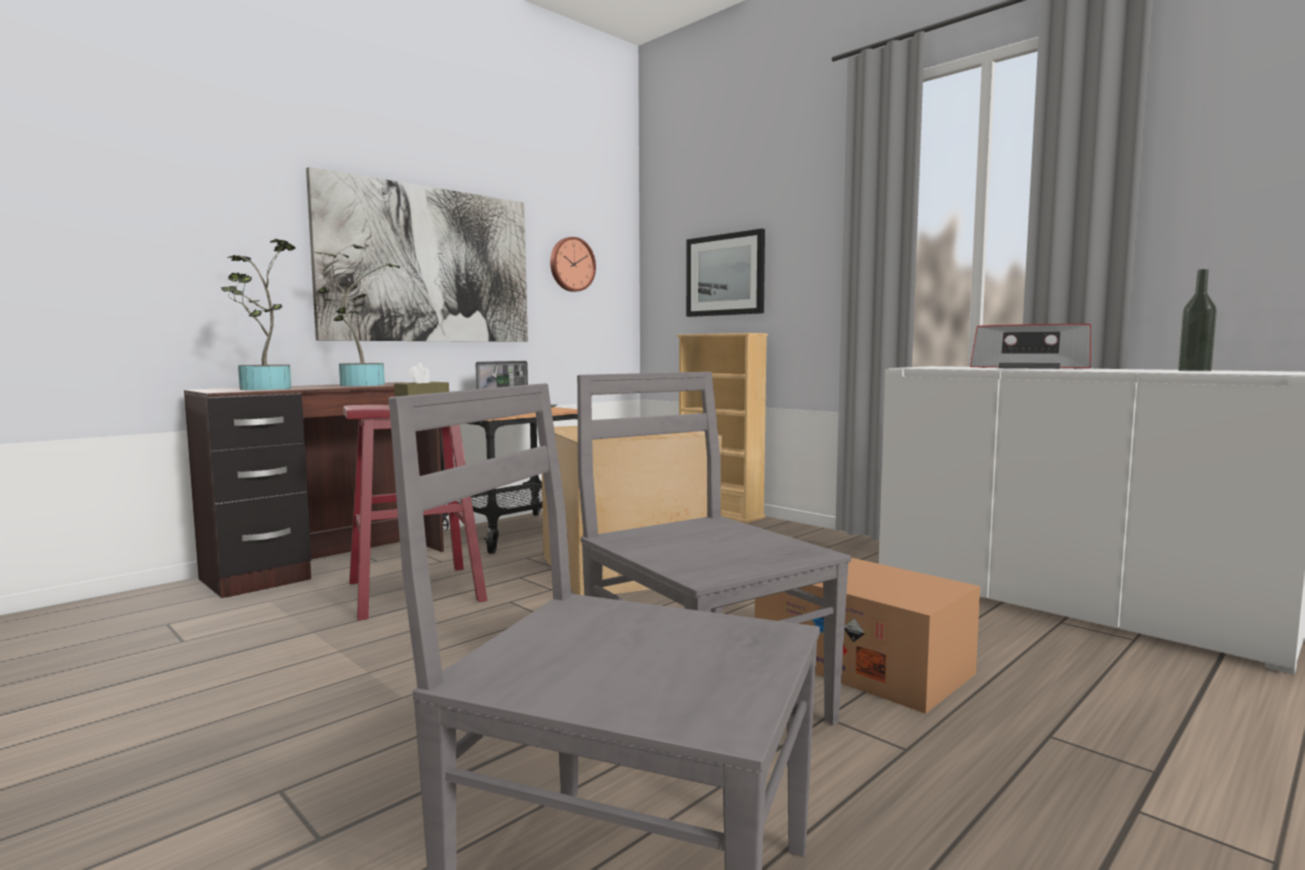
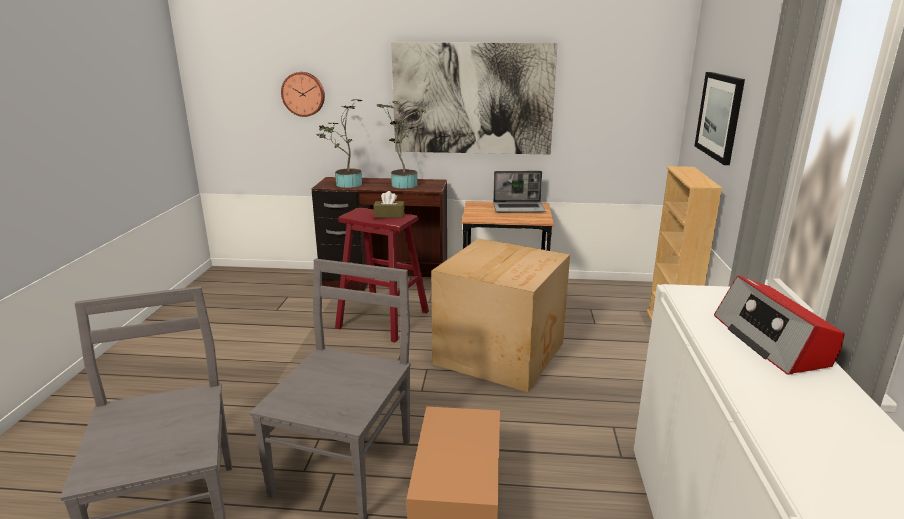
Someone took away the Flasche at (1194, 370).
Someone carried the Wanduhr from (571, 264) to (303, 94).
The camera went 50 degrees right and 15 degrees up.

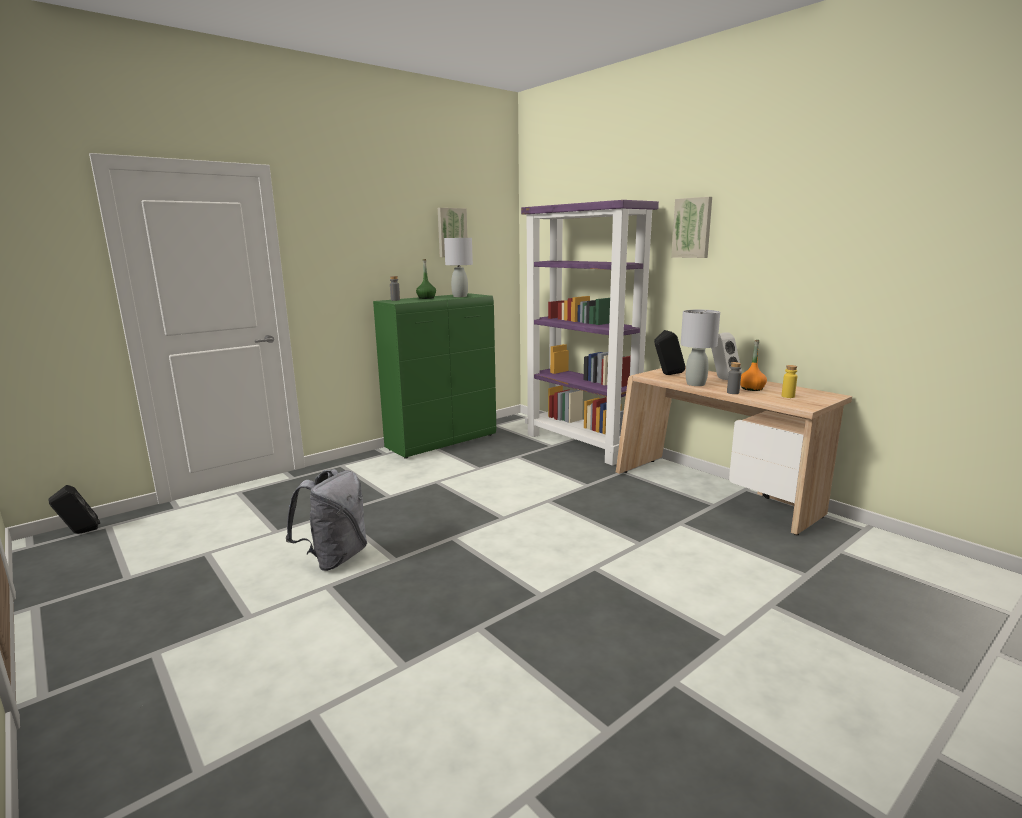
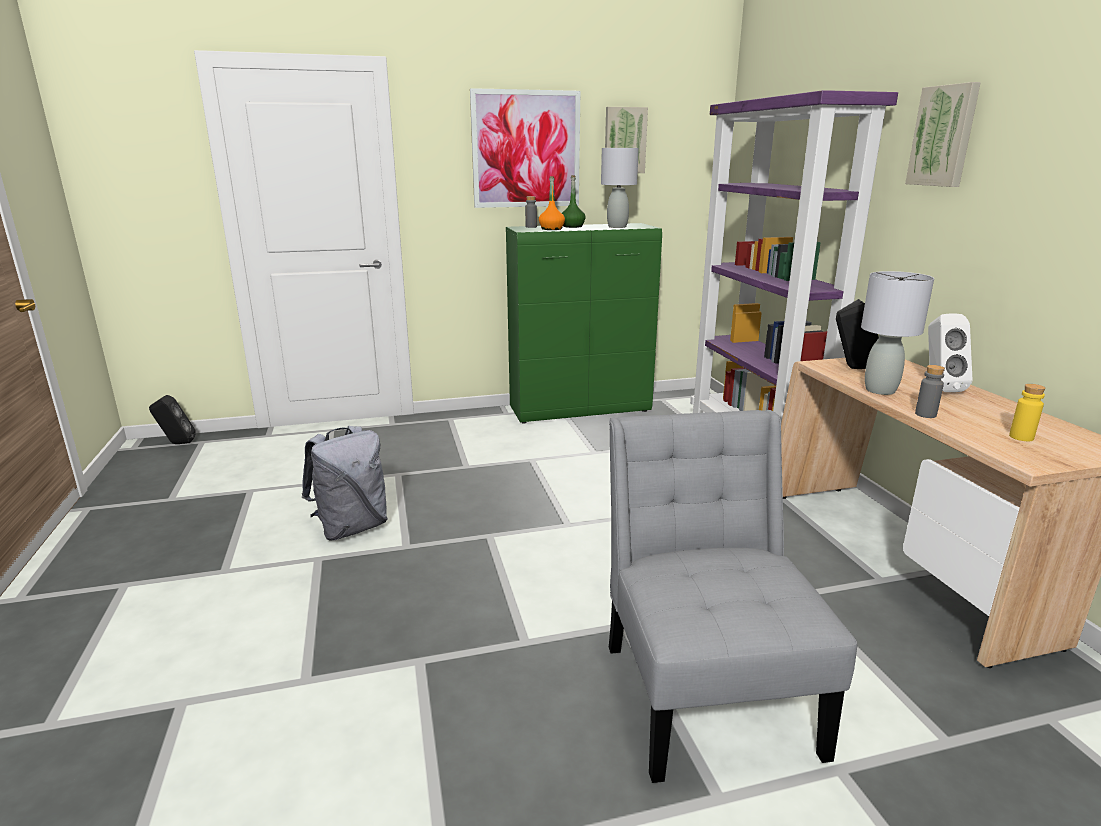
Someone put up the Bild at (526, 149).
Someone put down the Stuhl [grau] at (705, 688).
Someone carried the Flasche [orange] from (751, 388) to (551, 229).
The camera went 25 degrees right and 5 degrees up.

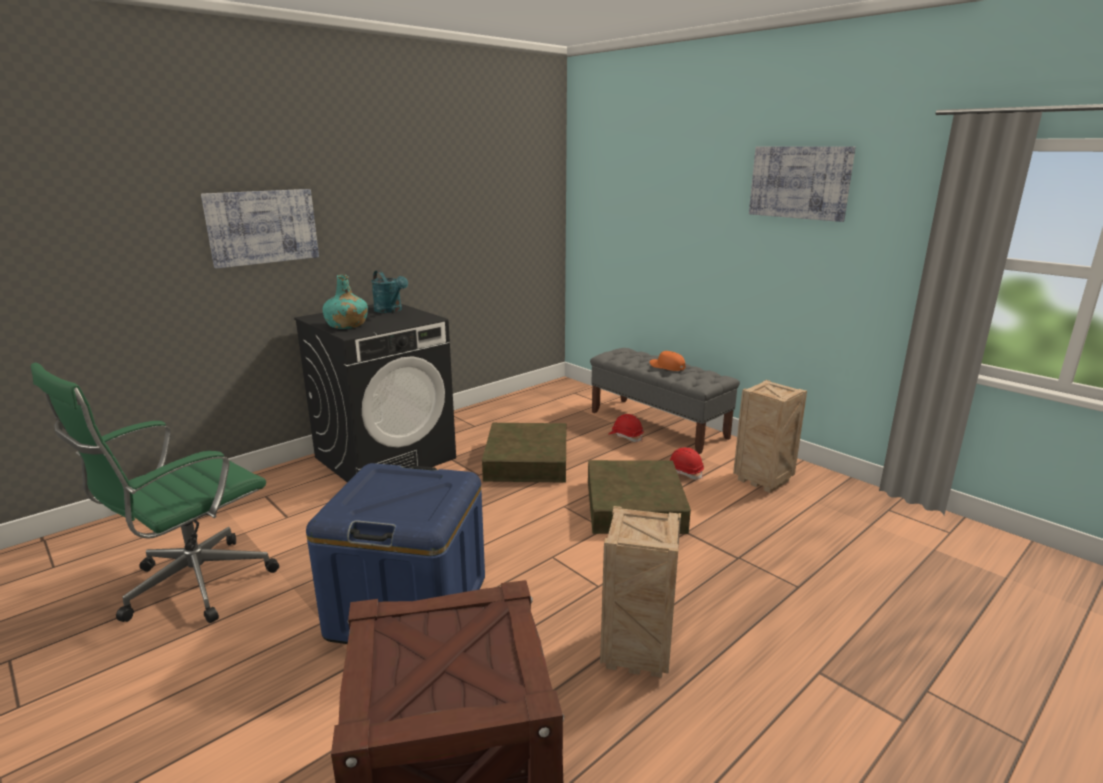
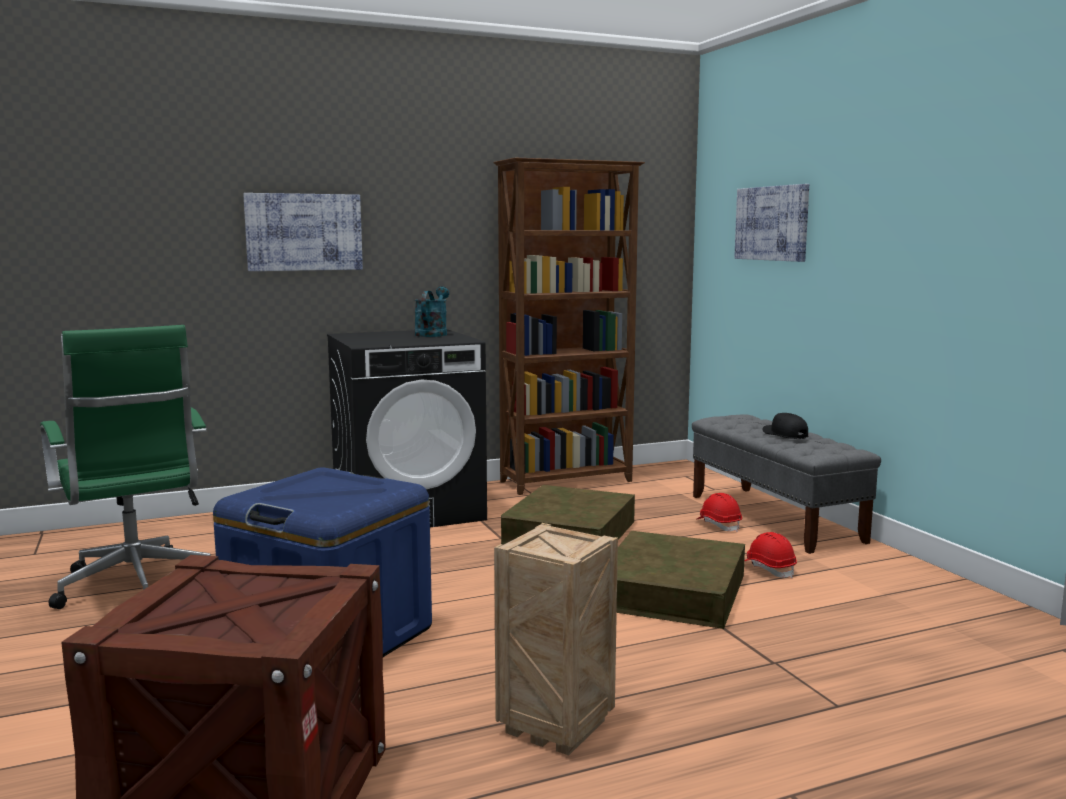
Someone took away the Flasche [türkis] at (346, 325).
Someone took away the Kiste at (761, 480).
Someone put down the Bücherregal [braun] at (567, 481).
Someone carried the Bild from (799, 182) to (772, 223).
Someone repainted the Kappe [orange] at (667, 366), which became the Kappe [schwarz] at (784, 434).
Someone rotated the Bürostuhl [grün] at (191, 587) by 90 degrees counterclockwise.
Someone rotated the Gießkanne [türkis] at (390, 310) by 150 degrees counterclockwise.
The camera went 20 degrees right and 10 degrees down.

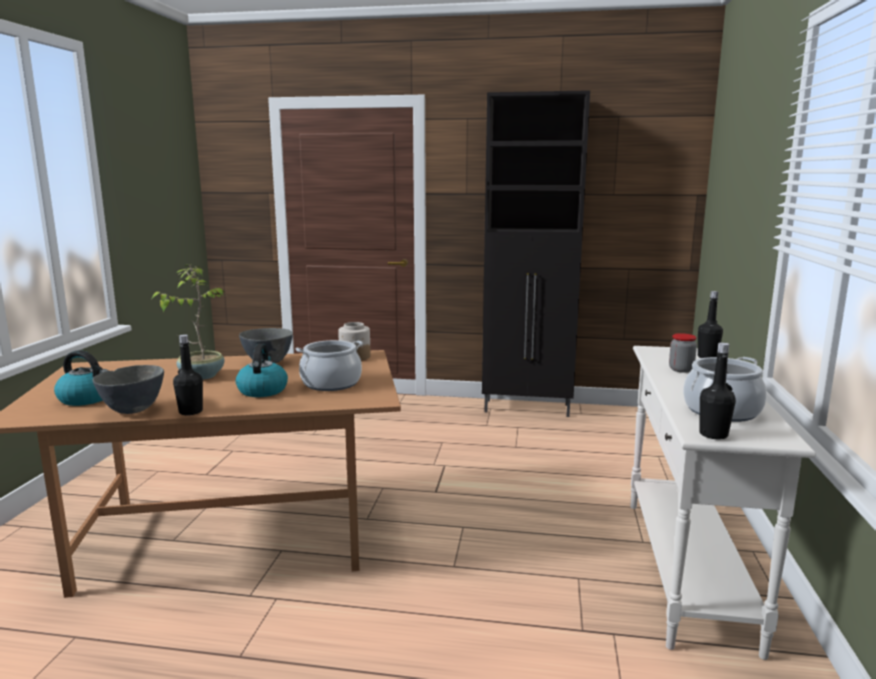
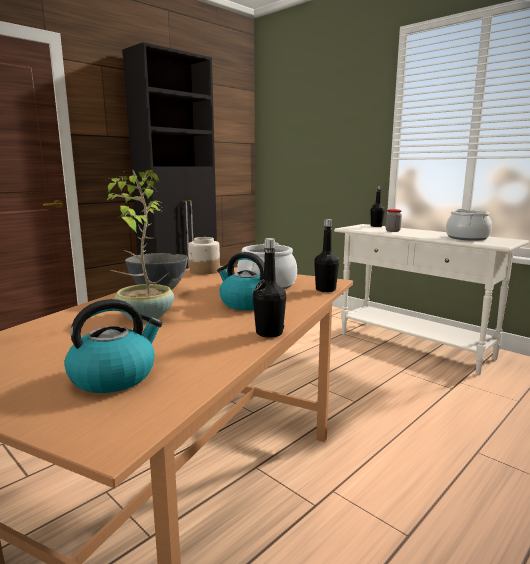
Someone took away the Schüssel [grau] at (132, 411).
Someone carried the Flasche [schwarz] from (713, 434) to (325, 290).
The camera went 55 degrees left and 0 degrees up.

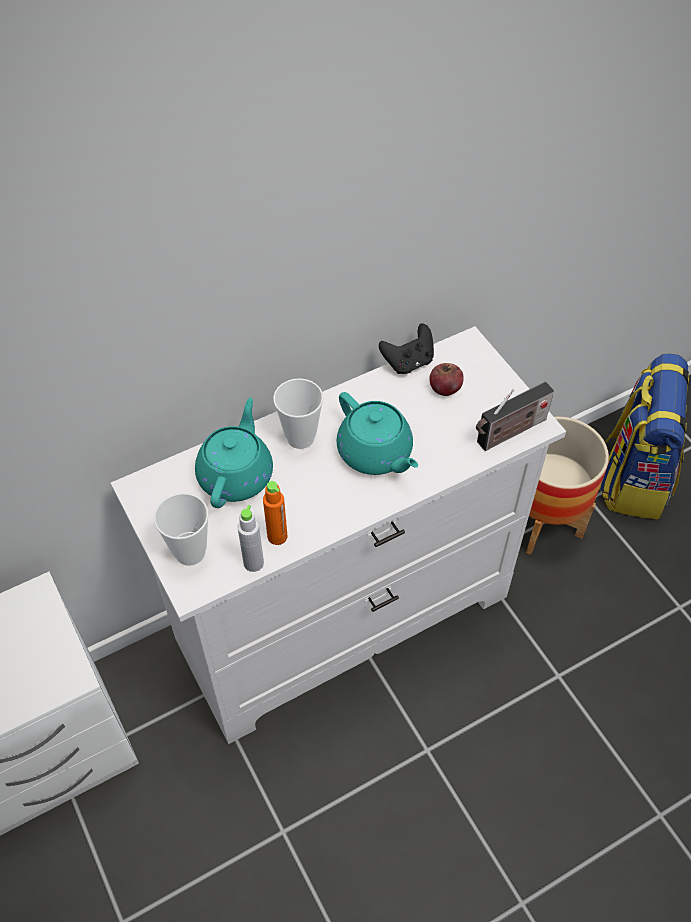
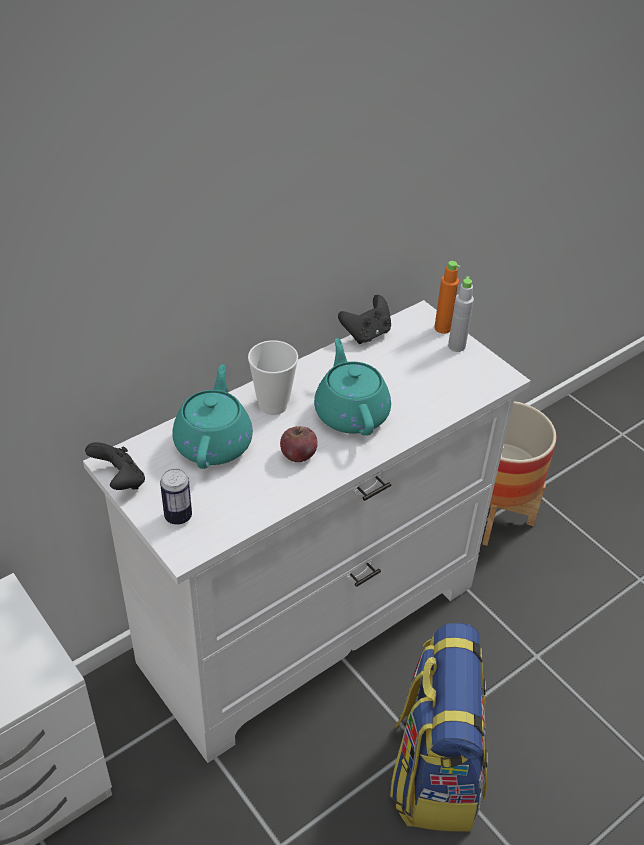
Someone took away the Radio at (509, 433).
Someone put down the Gamepad [schwarz] at (120, 481).
Someone carried the Flasche [grau] from (253, 563) to (456, 346).
Someone carried the Flasche [orange] from (277, 536) to (442, 328).
Someone carried the Apfel from (445, 388) to (298, 455).
Someone carried the Rucksack from (632, 477) to (434, 770).
Someone swapped the Tasse at (190, 552) for the Dose at (178, 516).
Someone rotated the Teekanne [türkis] at (375, 453) by 150 degrees counterclockwise.
The camera went 10 degrees left and 10 degrees down.

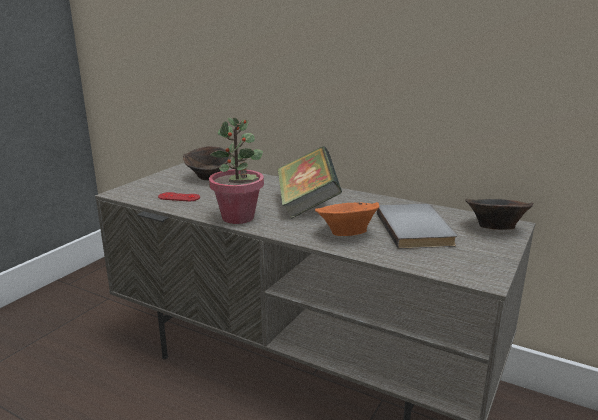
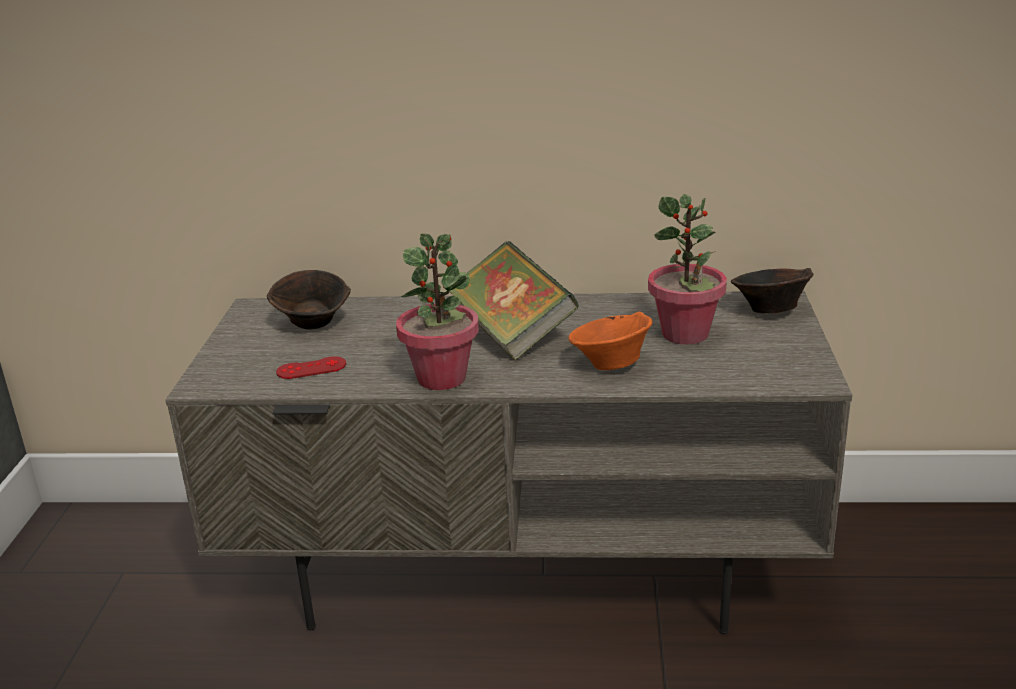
Someone swapped the Buch [grau] at (417, 229) for the Topfpflanze at (685, 334).
The camera went 25 degrees left and 5 degrees up.

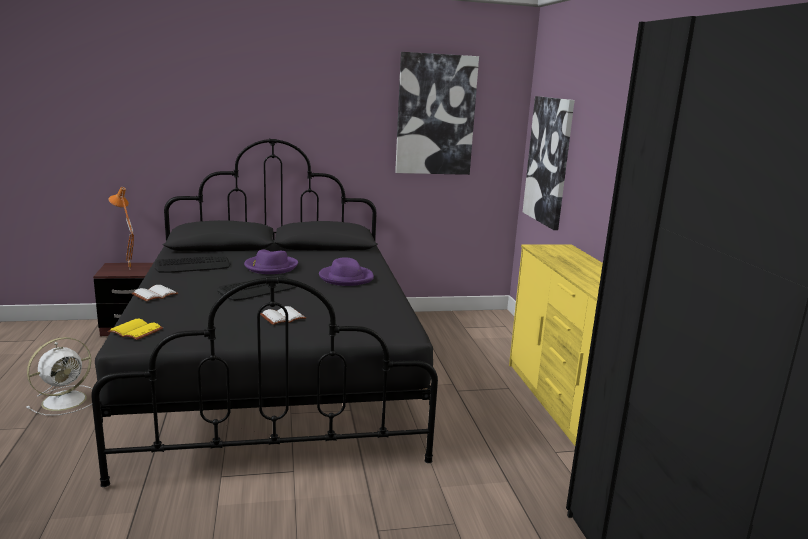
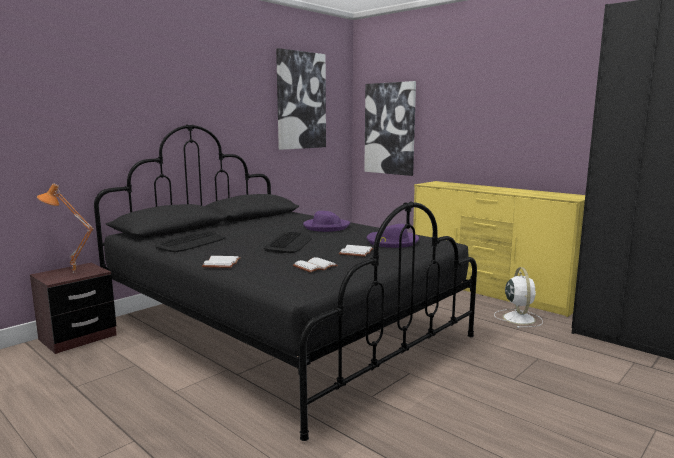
Someone took away the Buch [gelb] at (137, 331).
Someone put down the Buch [weiß] at (315, 267).
Someone carried the Ventilator [weiß] from (66, 400) to (518, 318).
Someone carried the Hut [lila] from (271, 267) to (392, 242).
The camera went 35 degrees left and 5 degrees down.

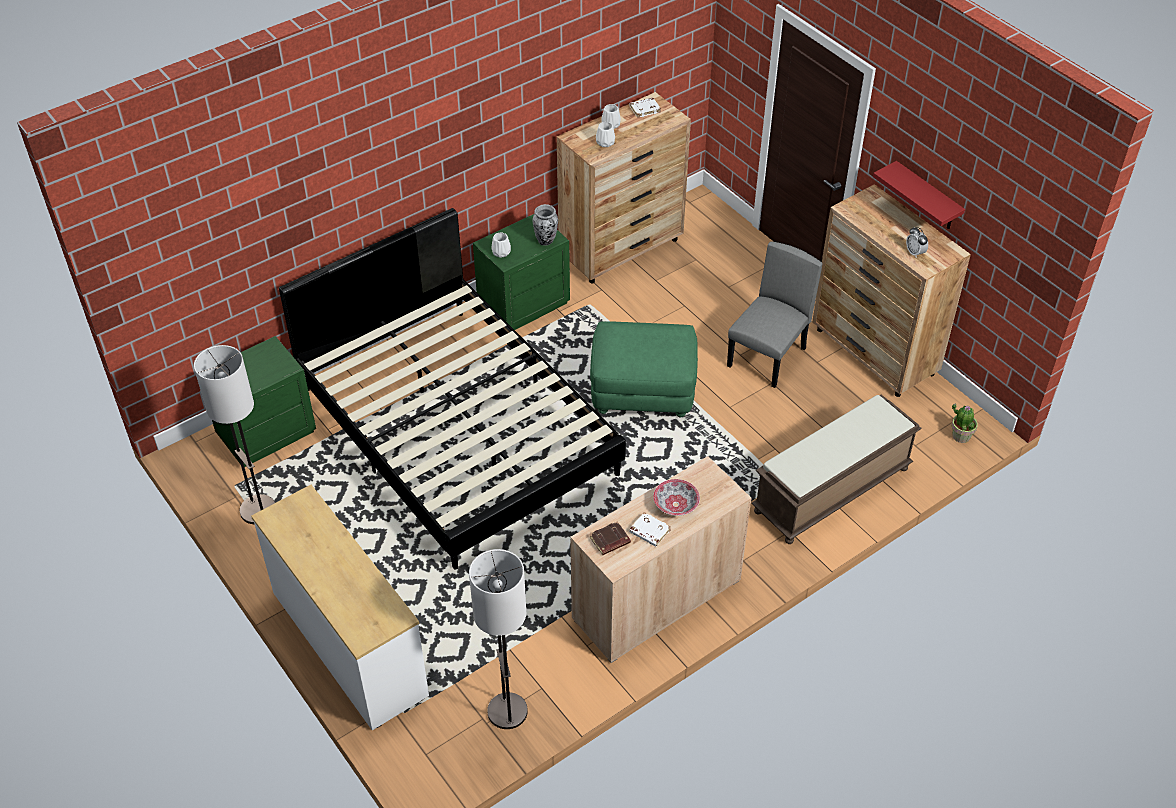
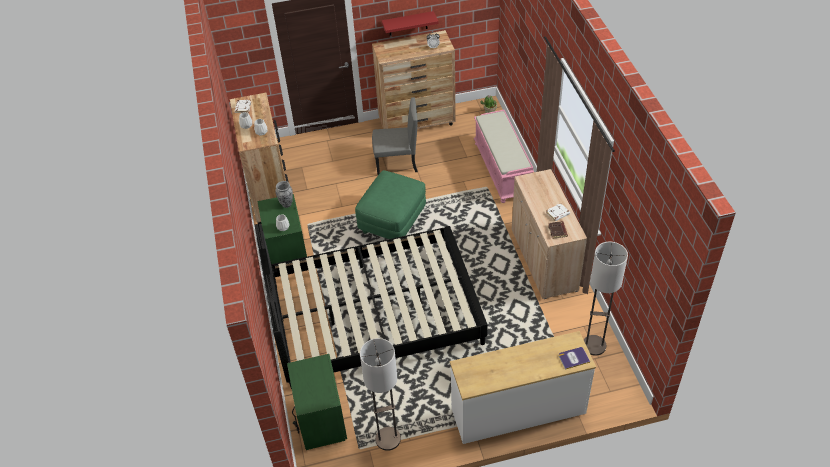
Someone took away the Schüssel at (675, 505).
Someone put down the Buch at (573, 358).
Someone repainted the Bank [braun] at (831, 491), which became the Bank [rosa] at (502, 170).
Someone rotated the Stuhl [grau] at (767, 357) by 120 degrees clockwise.
The camera went 65 degrees left and 0 degrees up.

